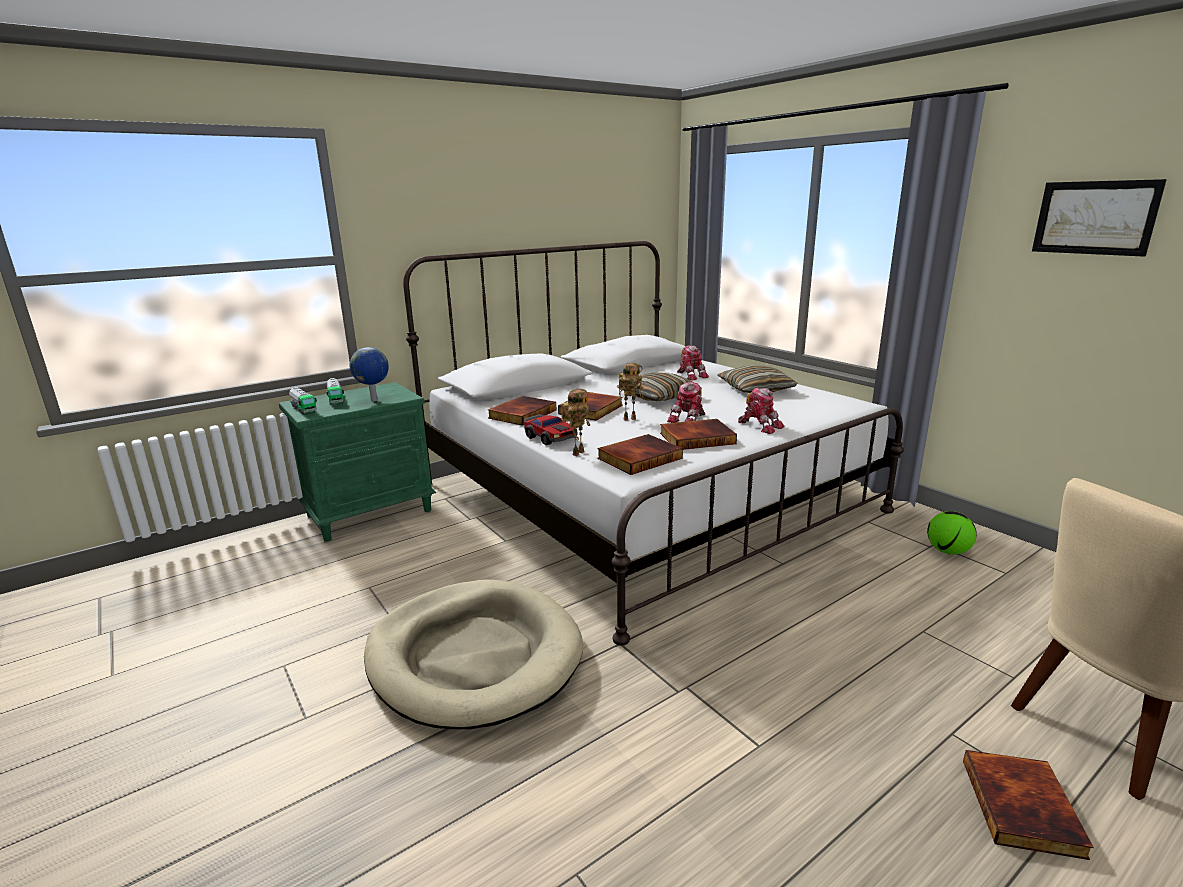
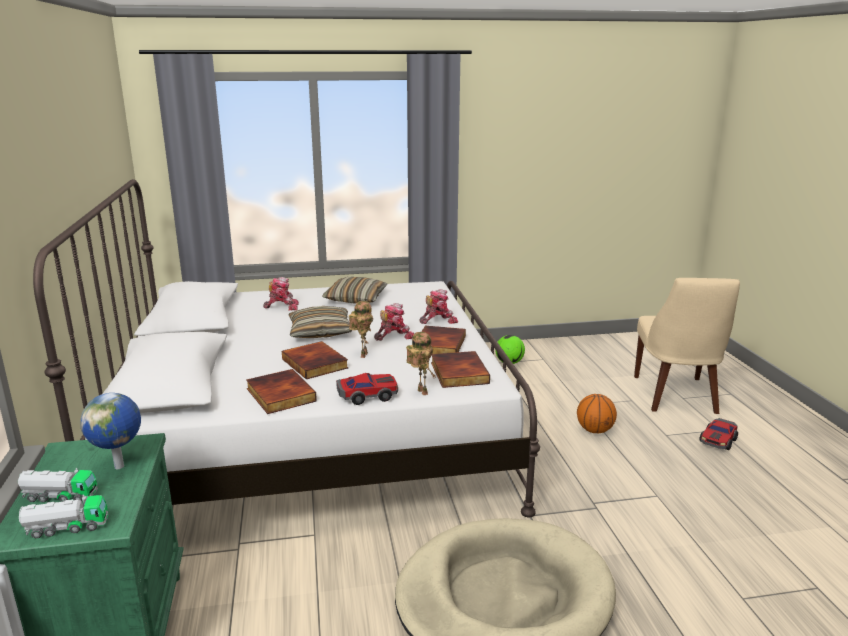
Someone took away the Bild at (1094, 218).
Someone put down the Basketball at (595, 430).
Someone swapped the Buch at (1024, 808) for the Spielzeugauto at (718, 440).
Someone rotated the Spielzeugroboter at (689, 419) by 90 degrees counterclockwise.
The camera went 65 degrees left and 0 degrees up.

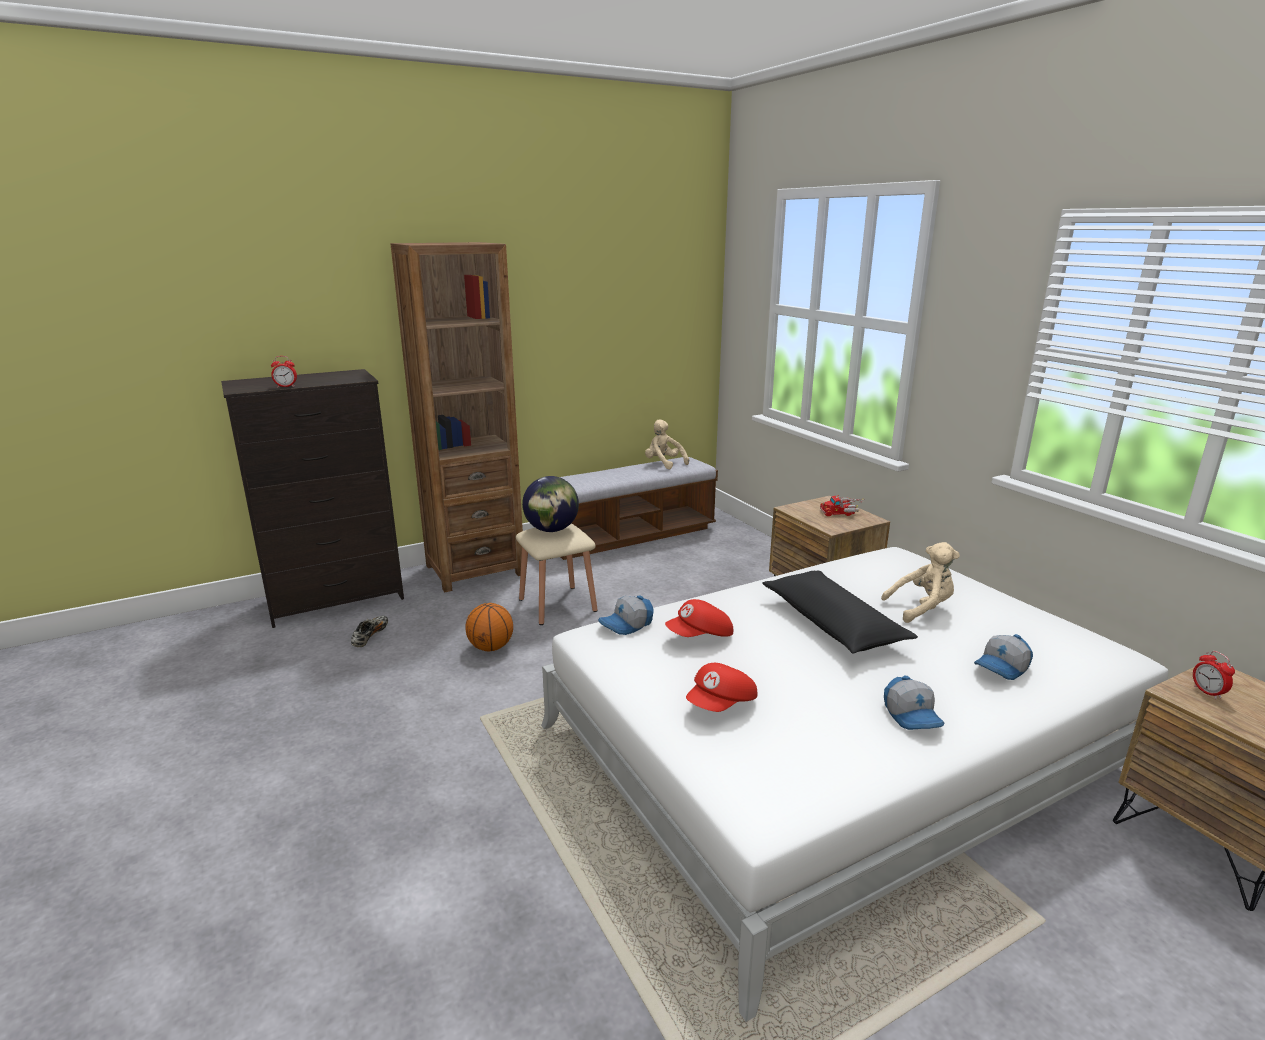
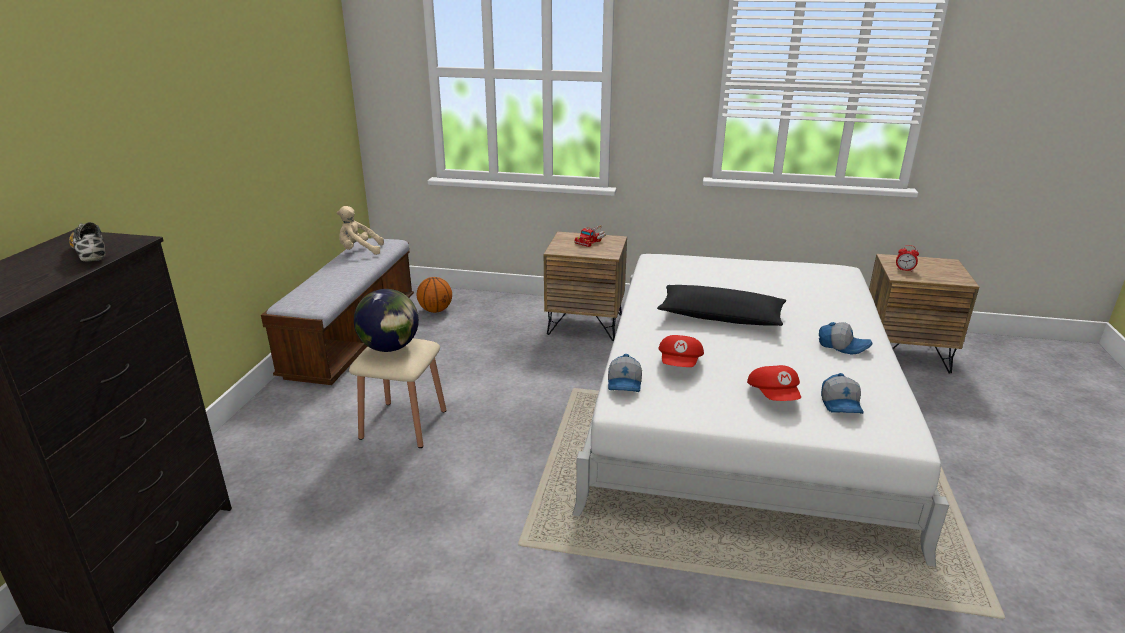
Someone took away the Wecker at (286, 386).
Someone took away the Bücherregal [braun] at (475, 570).
Someone took away the Plüschtier [beige] at (921, 608).
Someone carried the Schuh from (370, 636) to (91, 253).
Someone carried the Basketball from (491, 647) to (436, 310).
Someone carried the Kappe from (1003, 667) to (841, 404).
The camera went 50 degrees left and 5 degrees up.

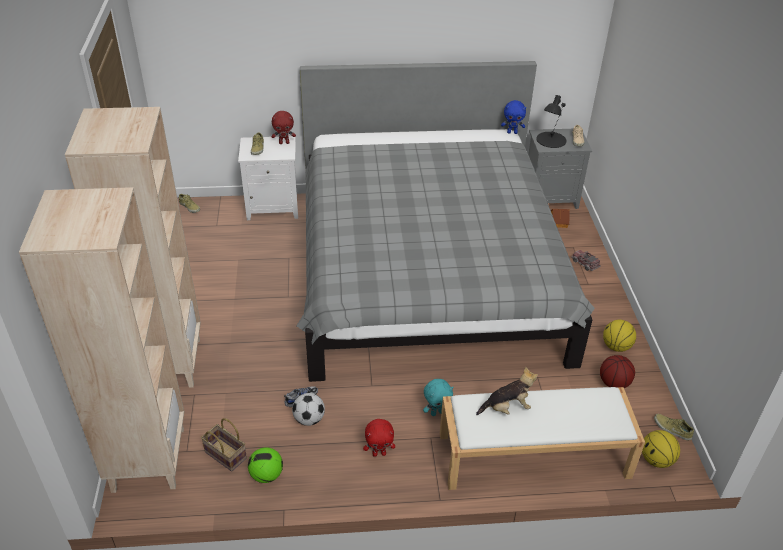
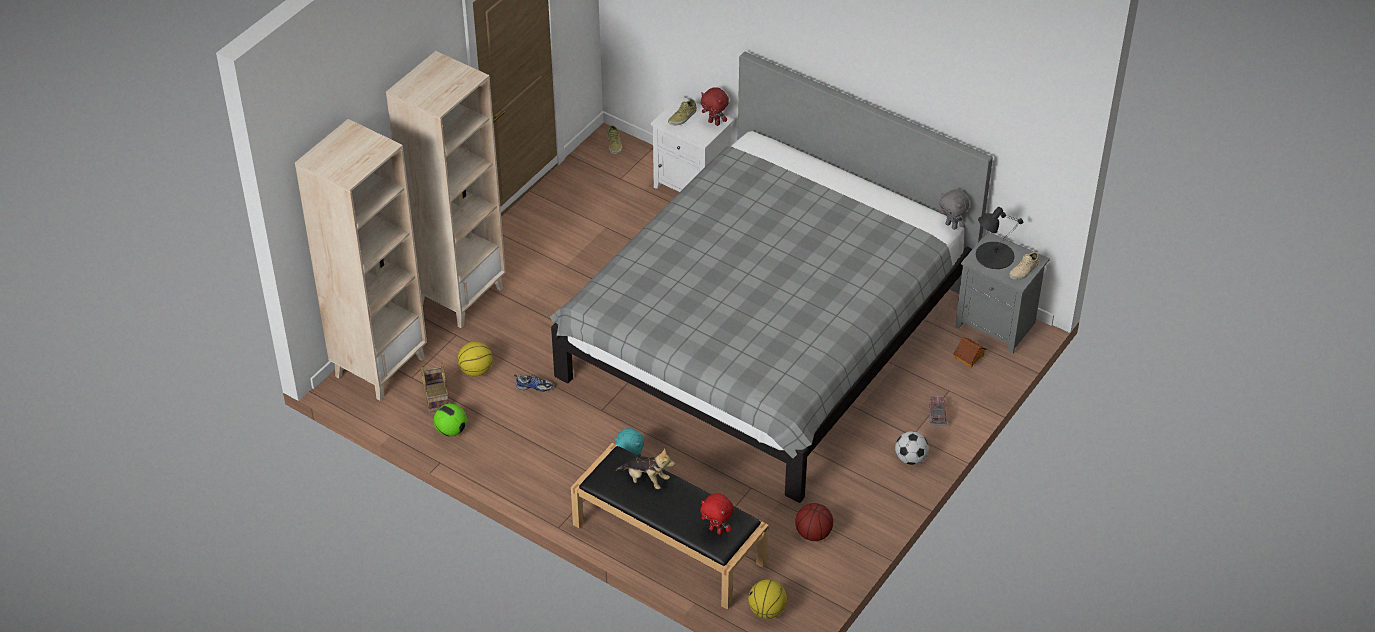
Someone took away the Schuh [beige] at (672, 429).
Someone carried the Fußball from (309, 419) to (910, 458).
Someone carried the Plüschtier [rot] from (379, 453) to (716, 530).
Someone carried the Basketball from (616, 347) to (475, 371).
Someone repainted the Bank [weiß] at (532, 456), which became the Bank [schwarz] at (667, 543).
Someone repainted the Plüschtier [blau] at (512, 132), which became the Plüschtier [grau] at (951, 226).
The camera went 40 degrees right and 5 degrees up.

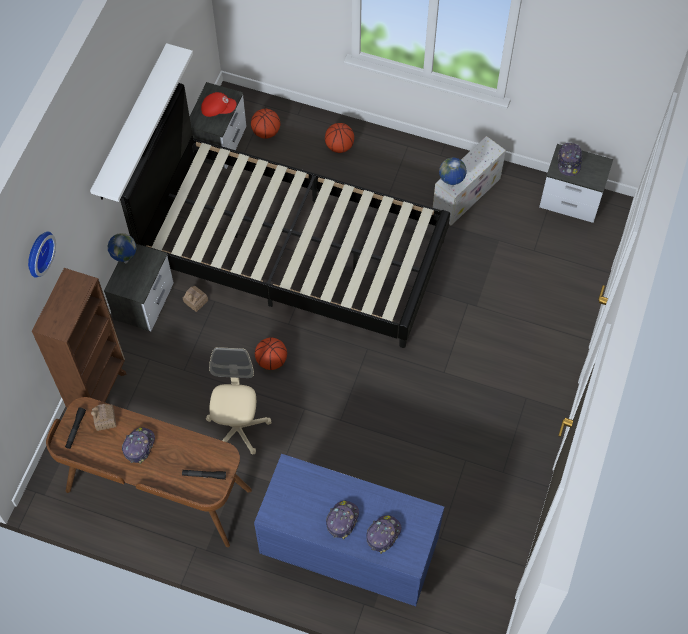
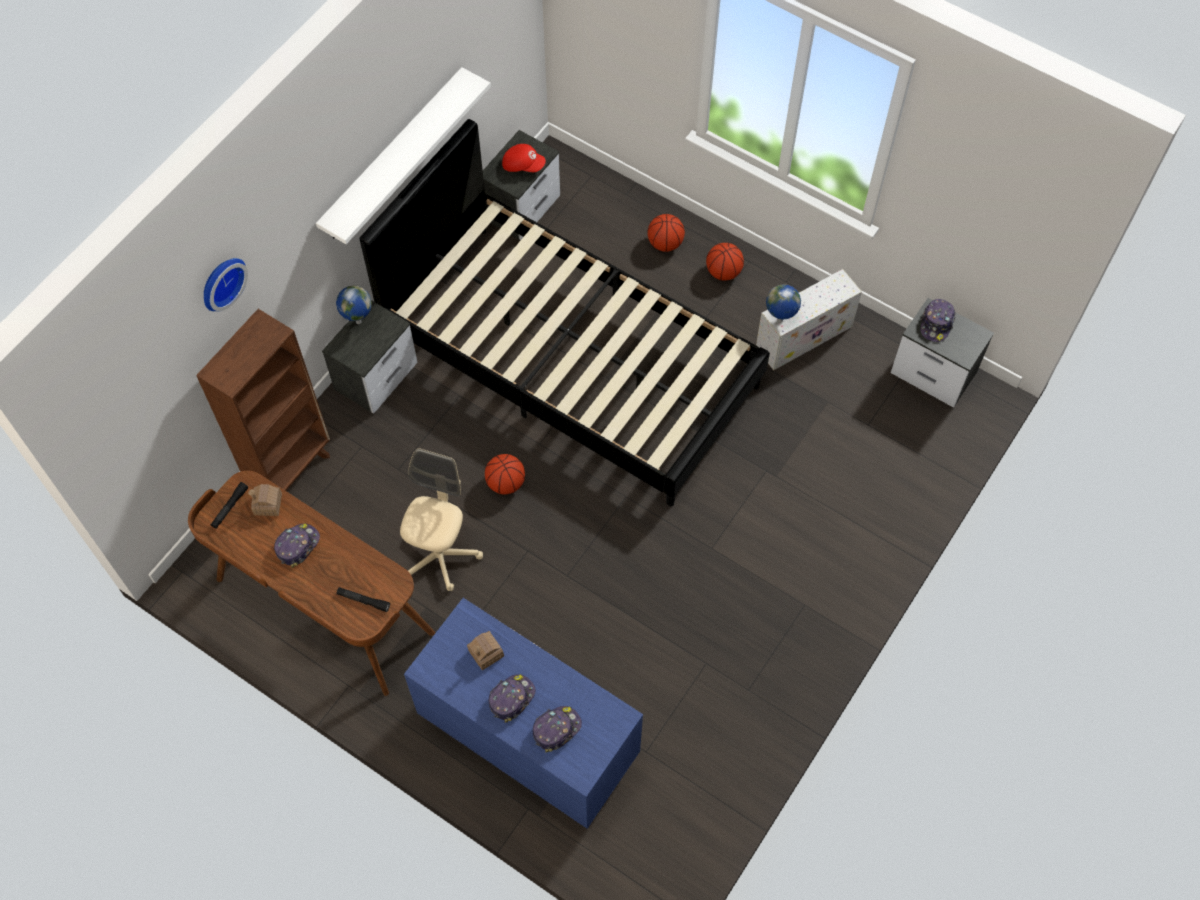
Someone carried the Spielzeughaus from (195, 301) to (486, 653).
Someone carried the Basketball from (266, 132) to (723, 272).
The camera went 15 degrees right and 0 degrees up.

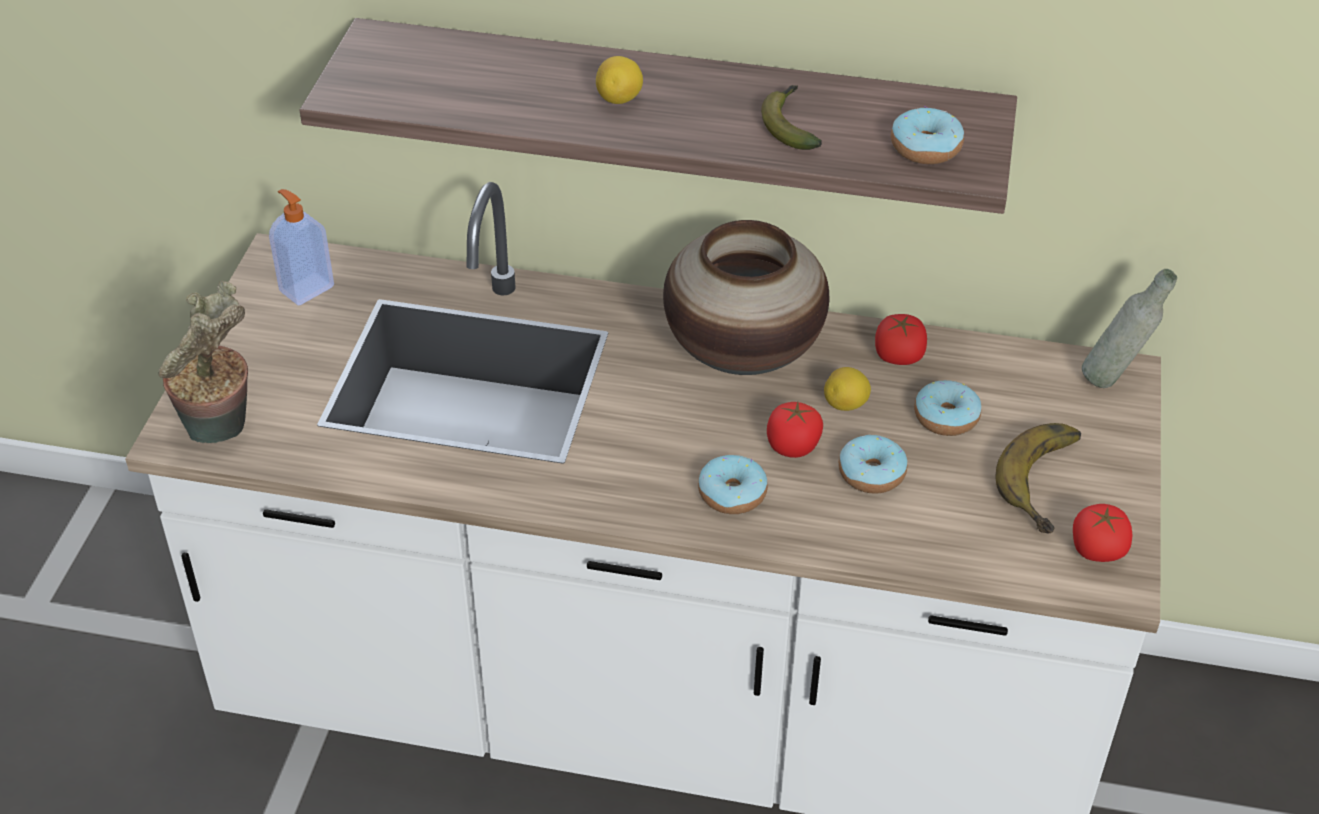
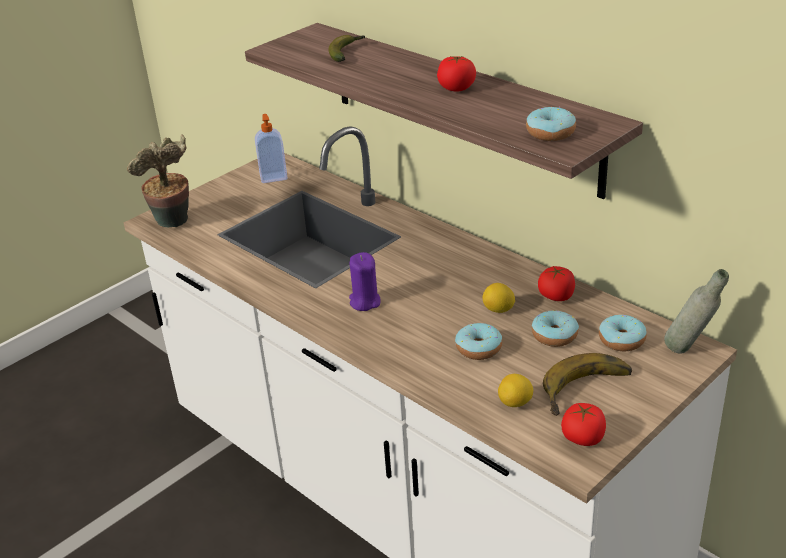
Someone took away the Vase at (743, 355).
Someone put down the Kerze [lila] at (364, 302).
Someone carried the Zitrone from (620, 100) to (515, 403).
Someone carried the Donut from (732, 494) to (621, 340).
Someone carried the Banane from (790, 125) to (346, 52).
Someone carried the Tomate from (793, 446) to (456, 88).
The camera went 35 degrees right and 10 degrees down.

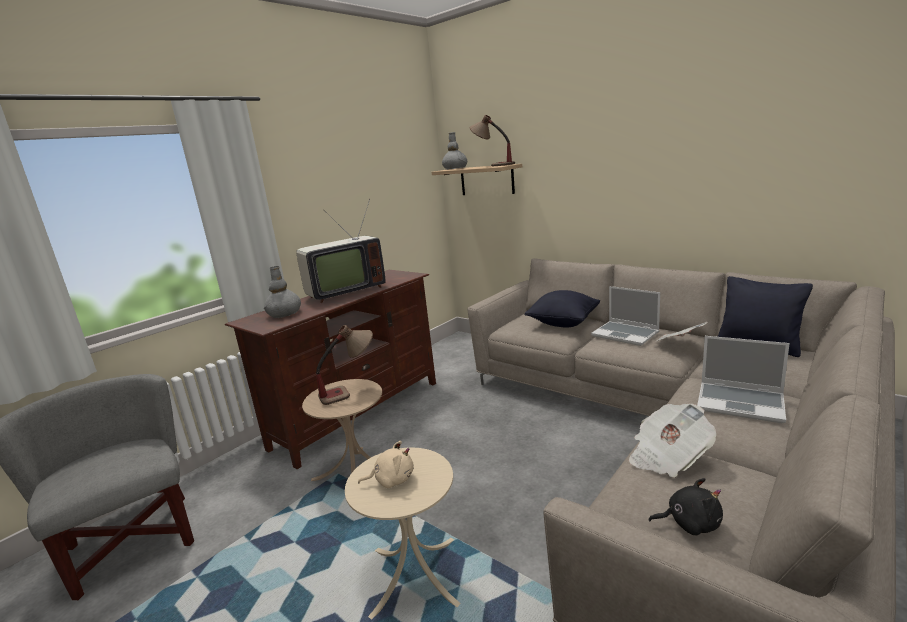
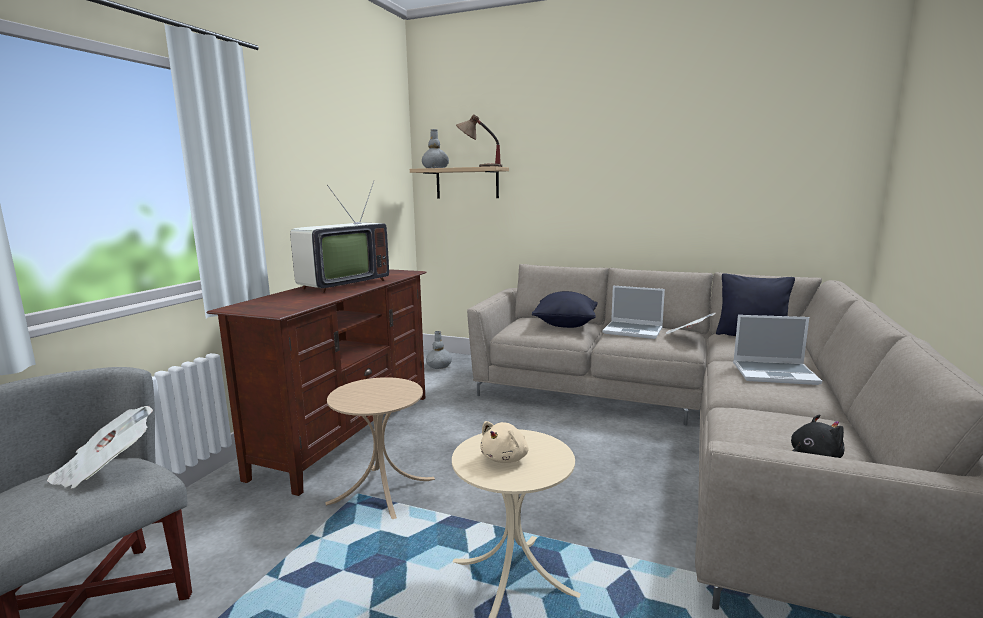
Someone took away the Tischlampe at (350, 391).
Someone carried the Vase [grau] from (284, 314) to (439, 366).
Someone carried the Zeitung from (667, 457) to (105, 469).
Someone rotated the Plüschtier [beige] at (392, 480) by 150 degrees clockwise.
The camera went 20 degrees left and 5 degrees down.

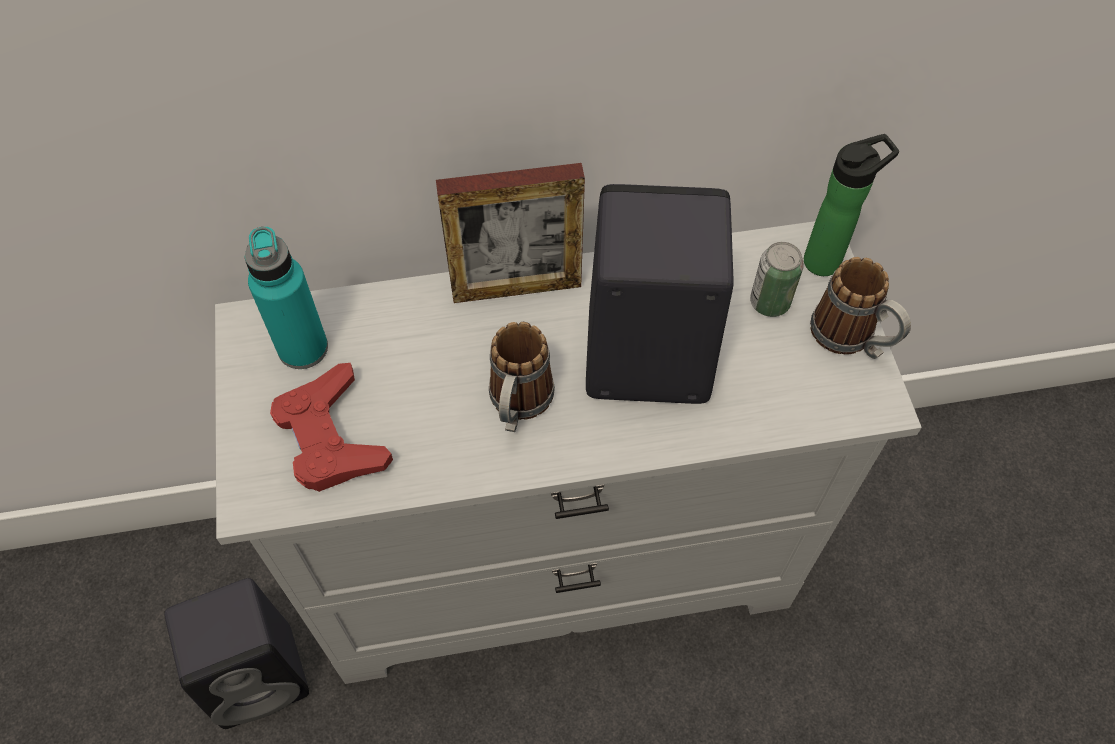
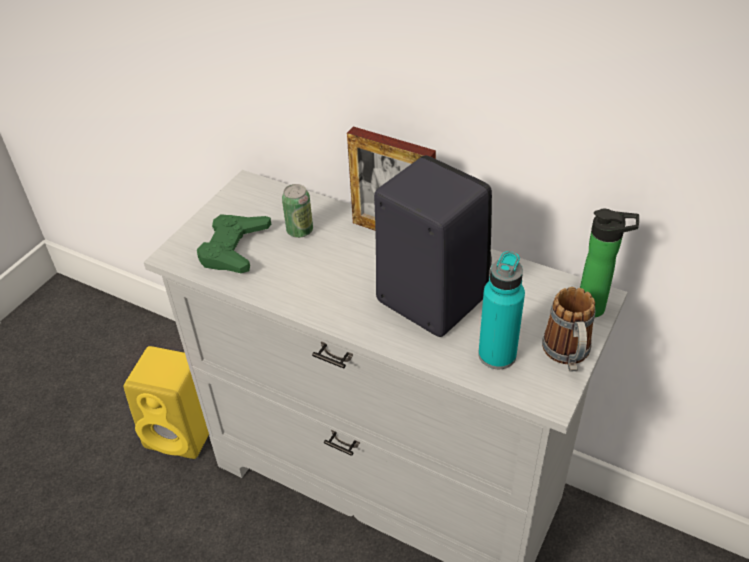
Someone took away the Henkelbecher at (518, 406).
Someone carried the Flasche [türkis] from (303, 348) to (497, 355).
Someone carried the Dose from (769, 302) to (300, 231).
Someone repainted the Lautsprecher [schwarz] at (261, 673), which became the Lautsprecher [gelb] at (184, 432).
Someone repainted the Gamepad [rot] at (331, 436), which became the Gamepad [grün] at (234, 248).
The camera went 40 degrees right and 15 degrees down.

